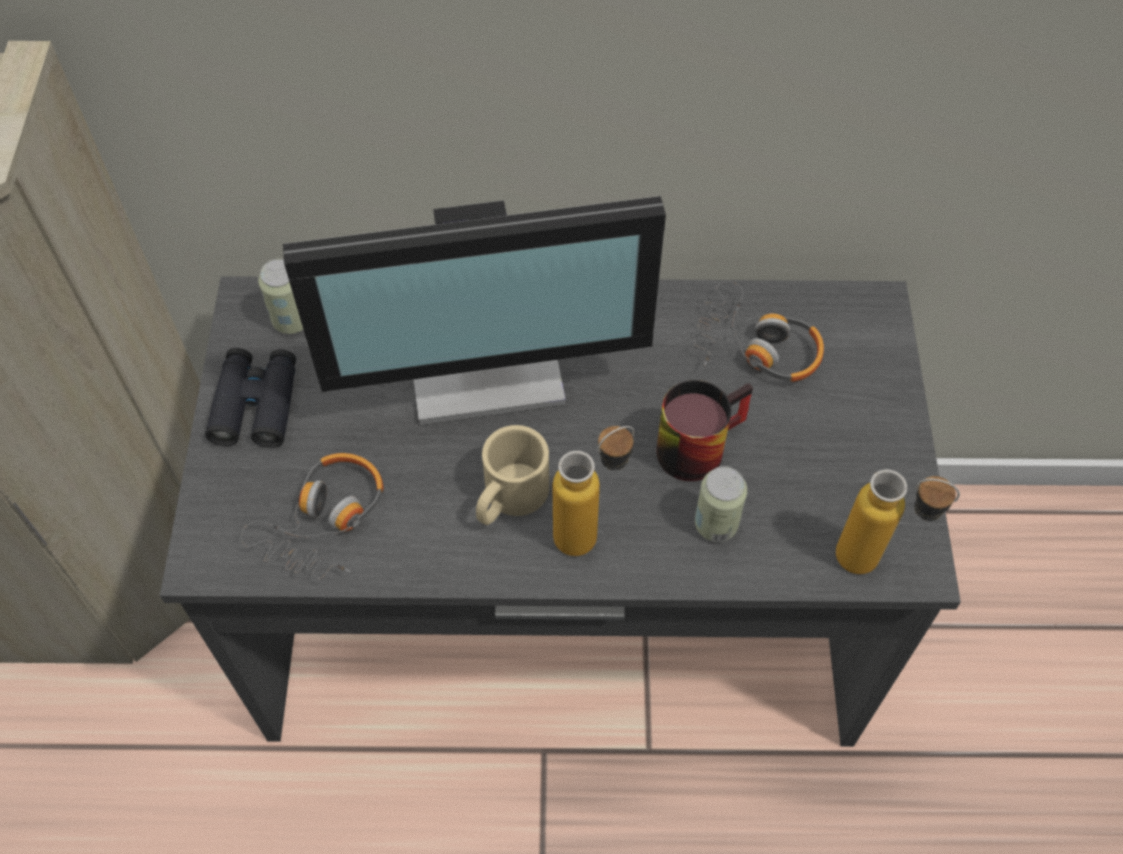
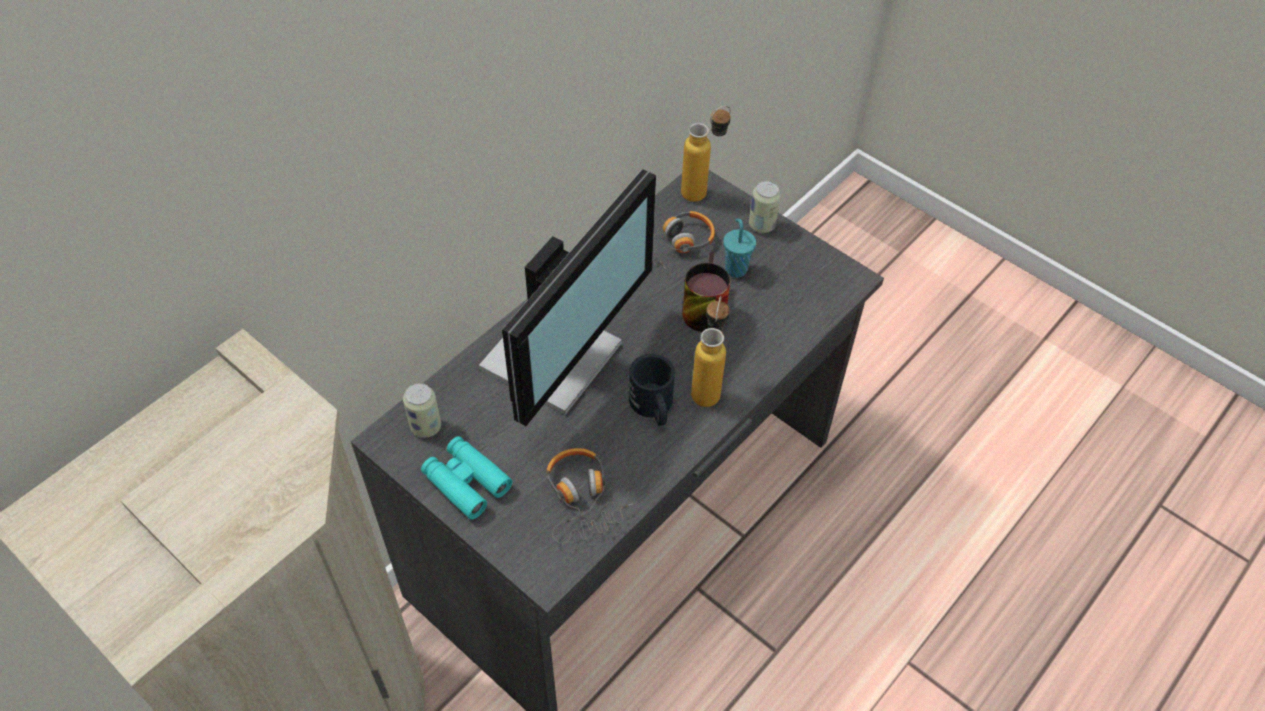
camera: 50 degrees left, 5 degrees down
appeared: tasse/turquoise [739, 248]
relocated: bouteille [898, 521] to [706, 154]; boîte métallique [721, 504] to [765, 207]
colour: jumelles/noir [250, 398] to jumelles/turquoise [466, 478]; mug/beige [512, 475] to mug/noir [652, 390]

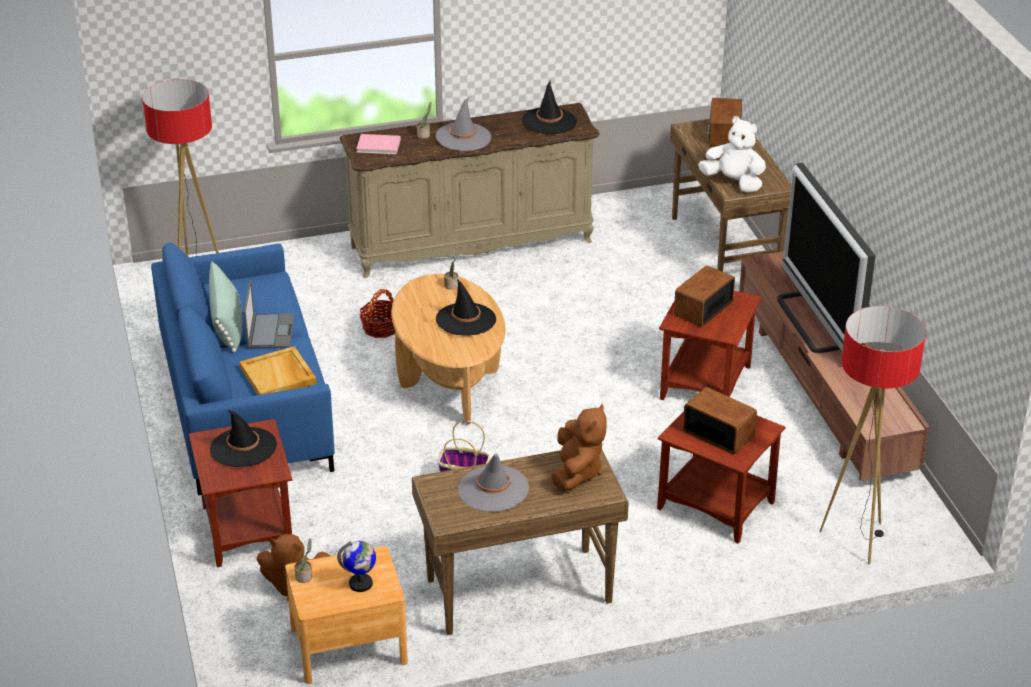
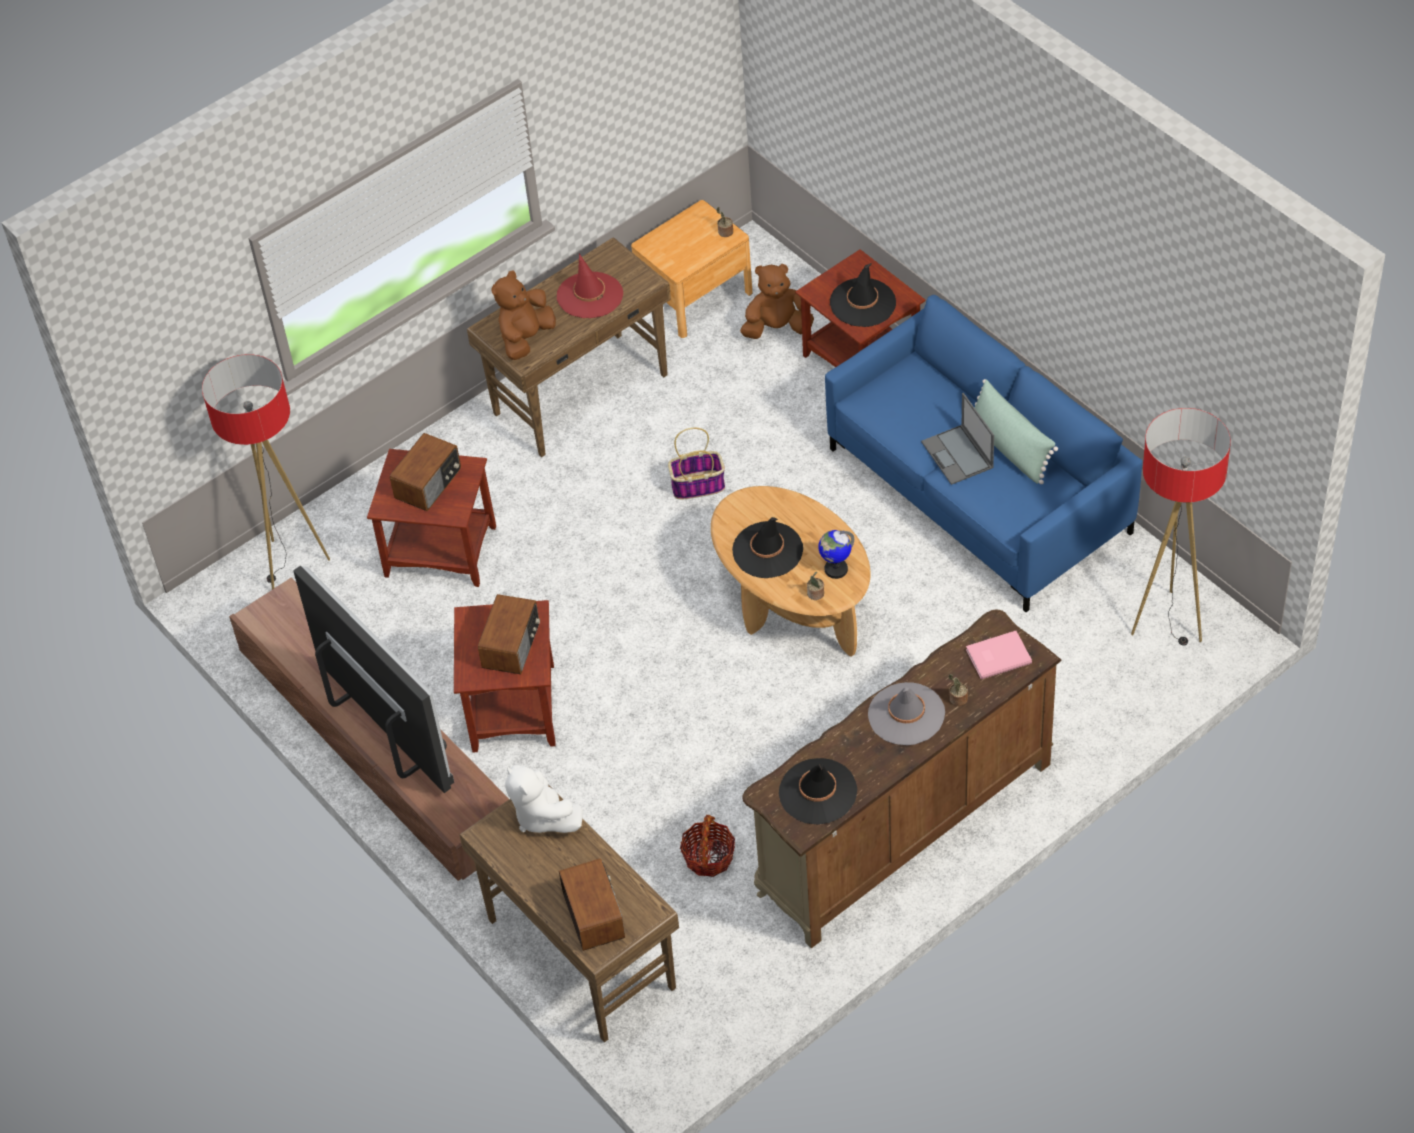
camera: 160 degrees right, 15 degrees up
missing: plateau/beige [278, 370]
relocated: panier [377, 313] to [707, 846]; globe [356, 566] to [836, 554]
colour: chapeau/gris [493, 483] to chapeau/rouge [590, 285]
spun: radio [720, 420] = [425, 472] 75 degrees counterclockwise; peluche/marron [579, 447] = [523, 315] 45 degrees clockwise; peluche/blanc [732, 154] = [544, 798] 45 degrees clockwise

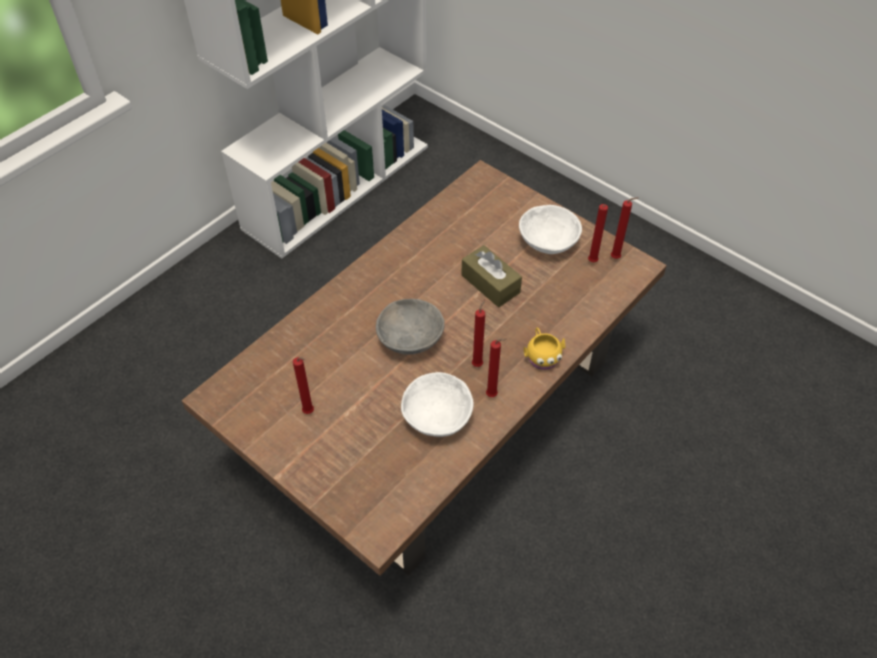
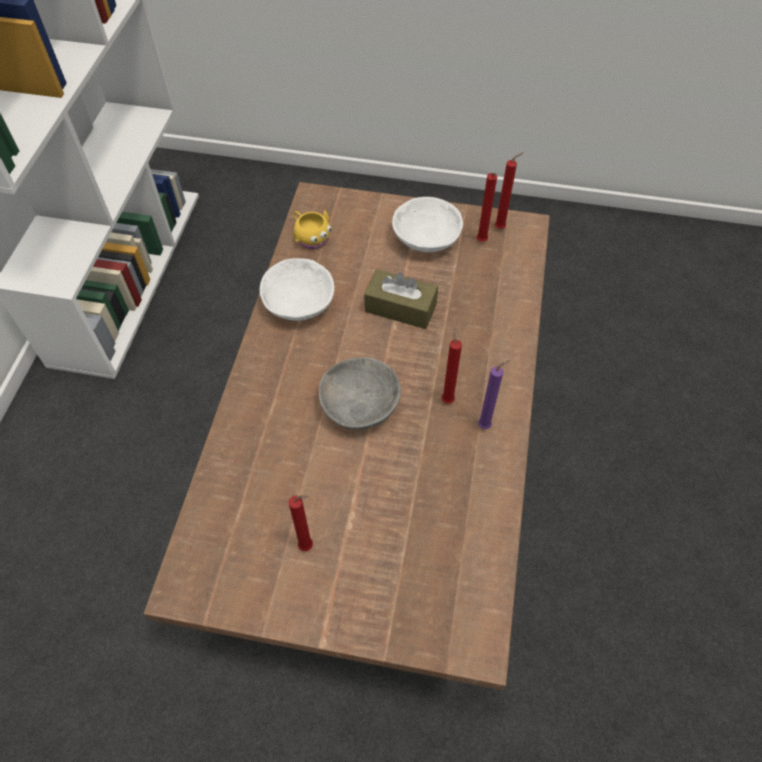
camera: 30 degrees left, 5 degrees up
relocated: bol/blanc [437, 404] to [297, 289]; mug/jaune [544, 349] to [312, 229]
colour: bougie/rouge [496, 367] to bougie/violet [494, 394]

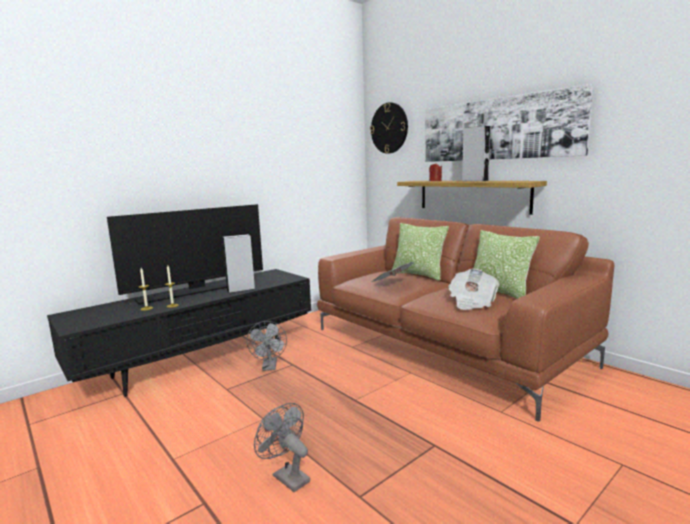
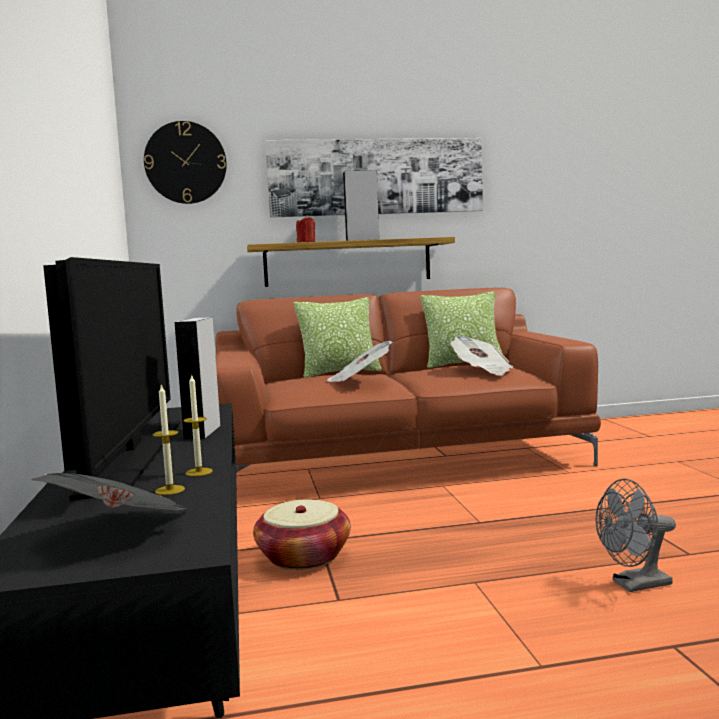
camera: 60 degrees left, 5 degrees down
appeared: journal [109, 491]
exchanged: ventilateur/gris [267, 346] to panier [302, 535]

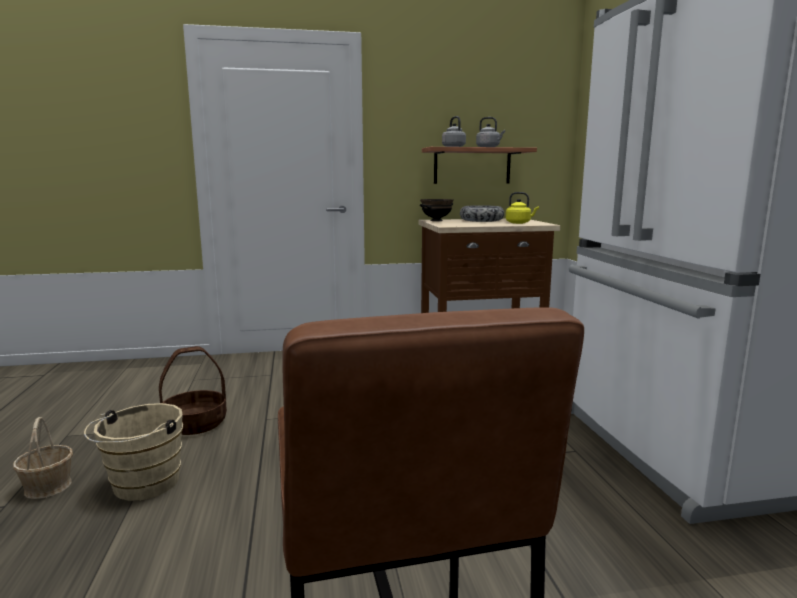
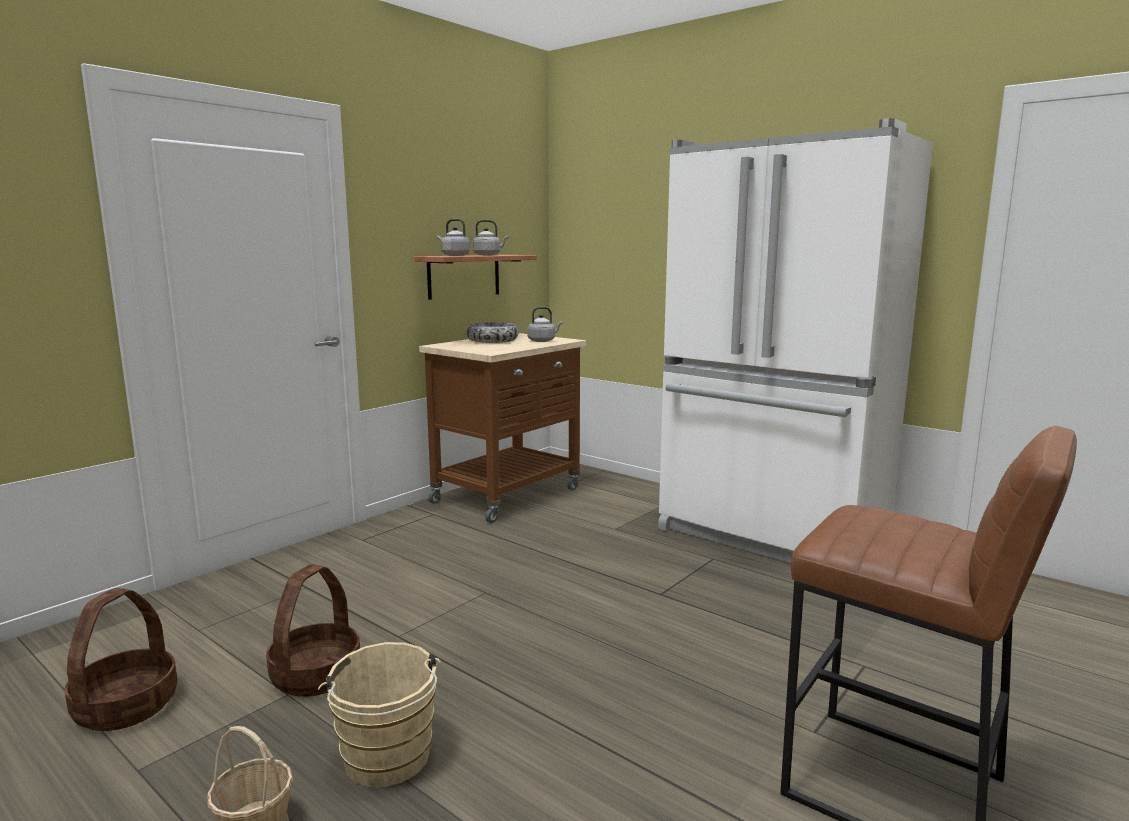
camera: 40 degrees left, 0 degrees up
missing: bol/noir [437, 210]
appeared: panier [121, 659]
colour: bouilloire/jaune [522, 208] to bouilloire/gris [544, 324]

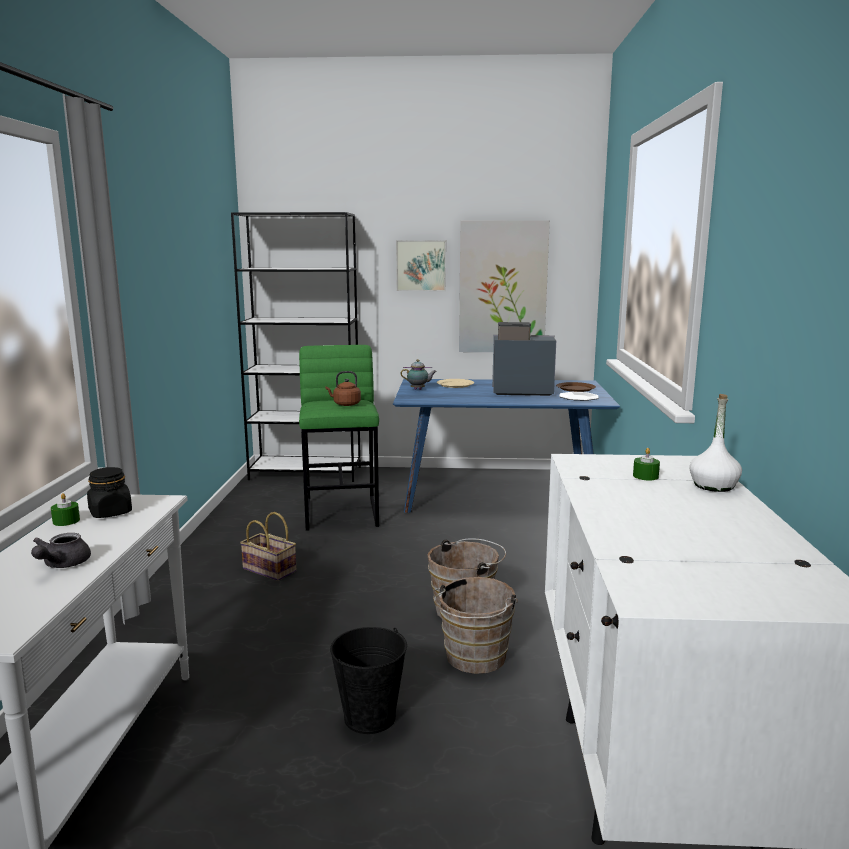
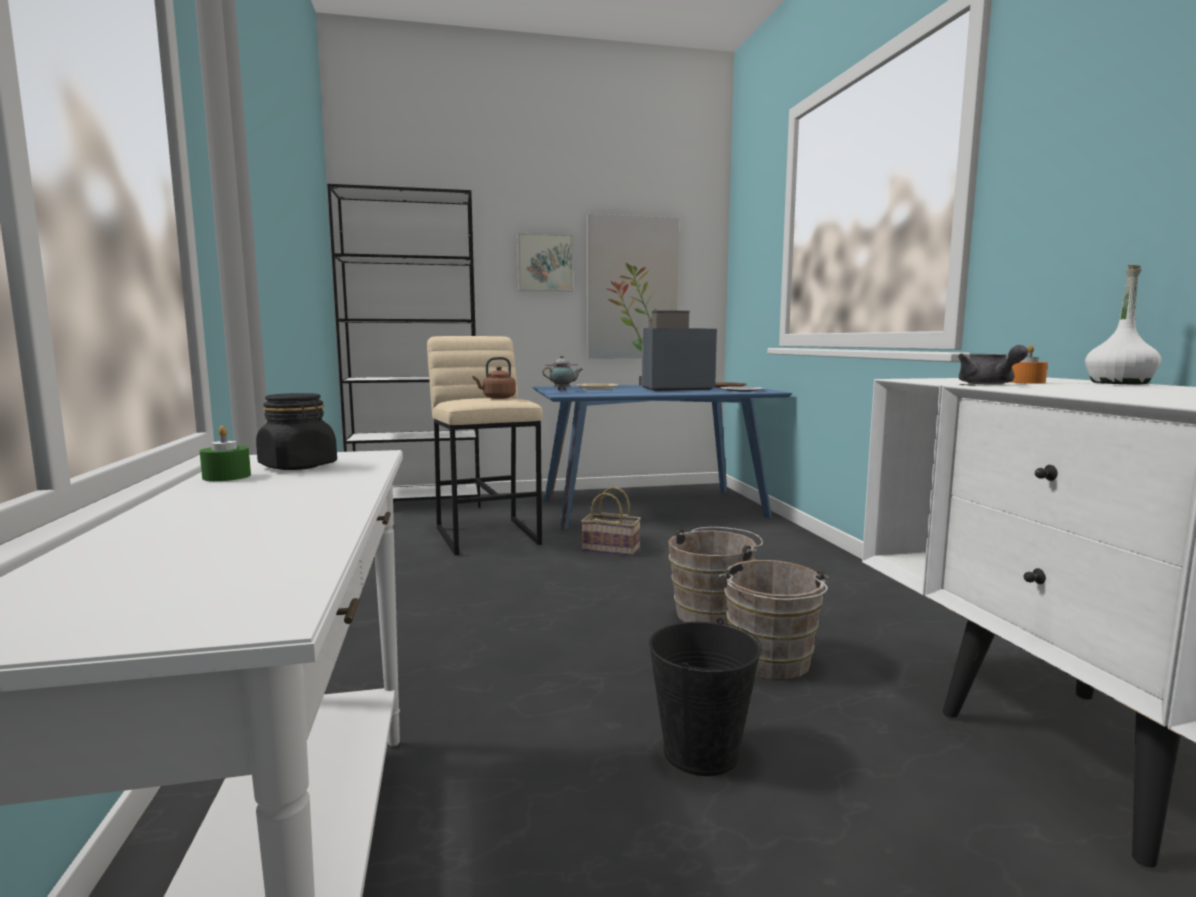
camera: 15 degrees left, 5 degrees down
relocated: panier [268, 546] to [611, 521]; théière/gris [61, 550] to [993, 365]
colour: tabouret/vert [339, 438] to tabouret/beige [485, 445]; bougie/vert [646, 464] to bougie/orange [1029, 364]

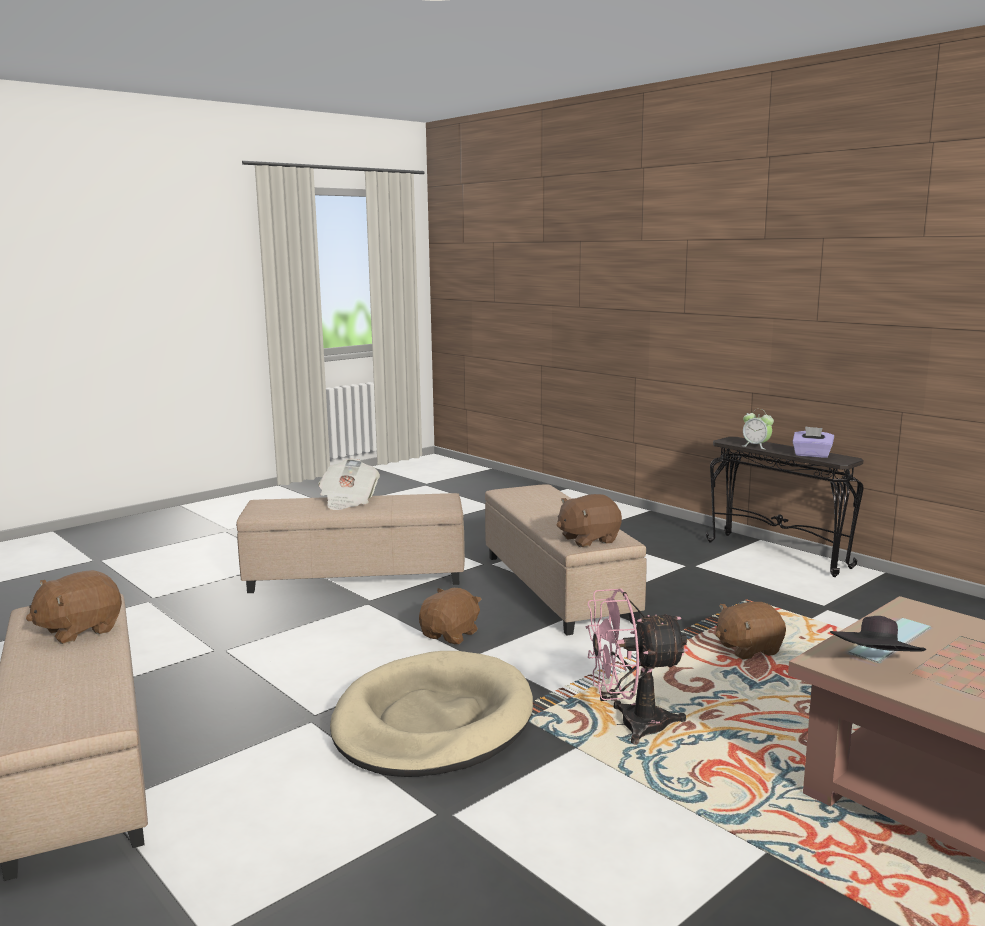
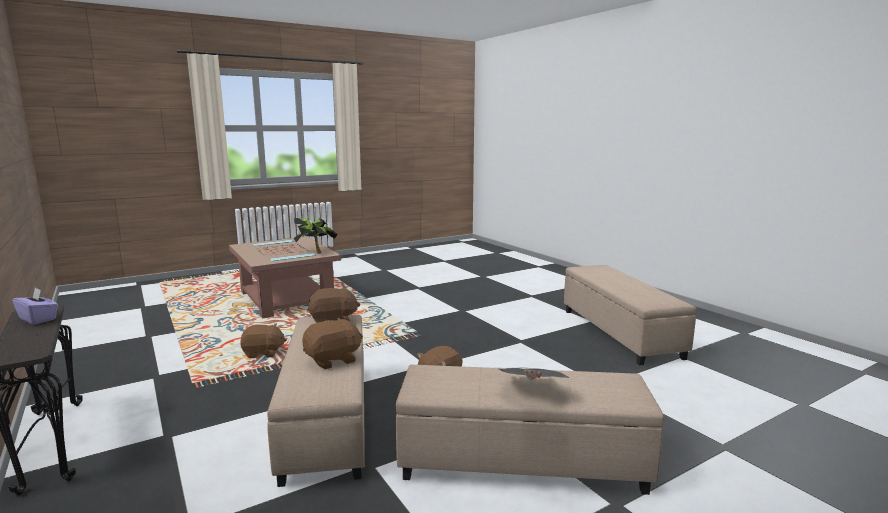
camera: 170 degrees left, 0 degrees up
missing: panier pour chien/beige [431, 714]; ventilateur/rose [637, 667]; réveil [758, 429]
relocated: peluche/marron [74, 607] to [332, 343]
exchanged: chapeau/noir [878, 634] to plante en pot [316, 236]

